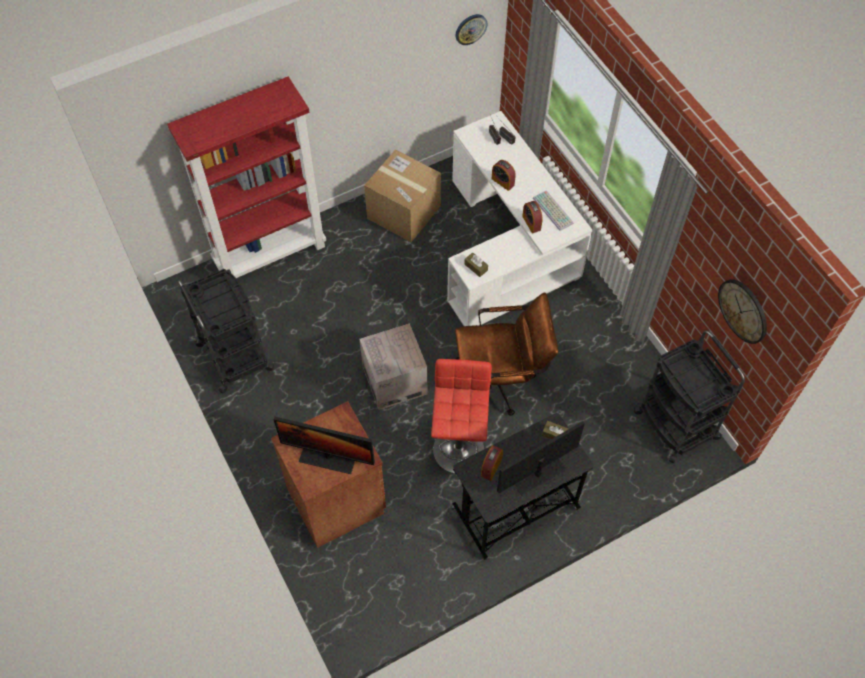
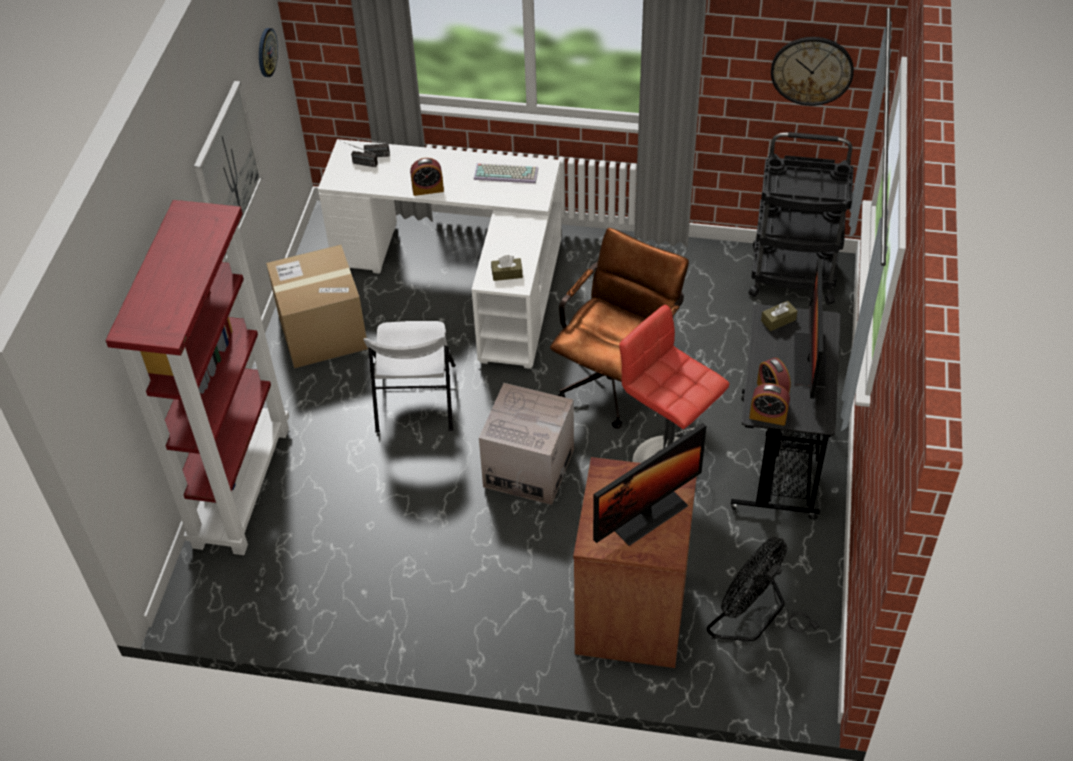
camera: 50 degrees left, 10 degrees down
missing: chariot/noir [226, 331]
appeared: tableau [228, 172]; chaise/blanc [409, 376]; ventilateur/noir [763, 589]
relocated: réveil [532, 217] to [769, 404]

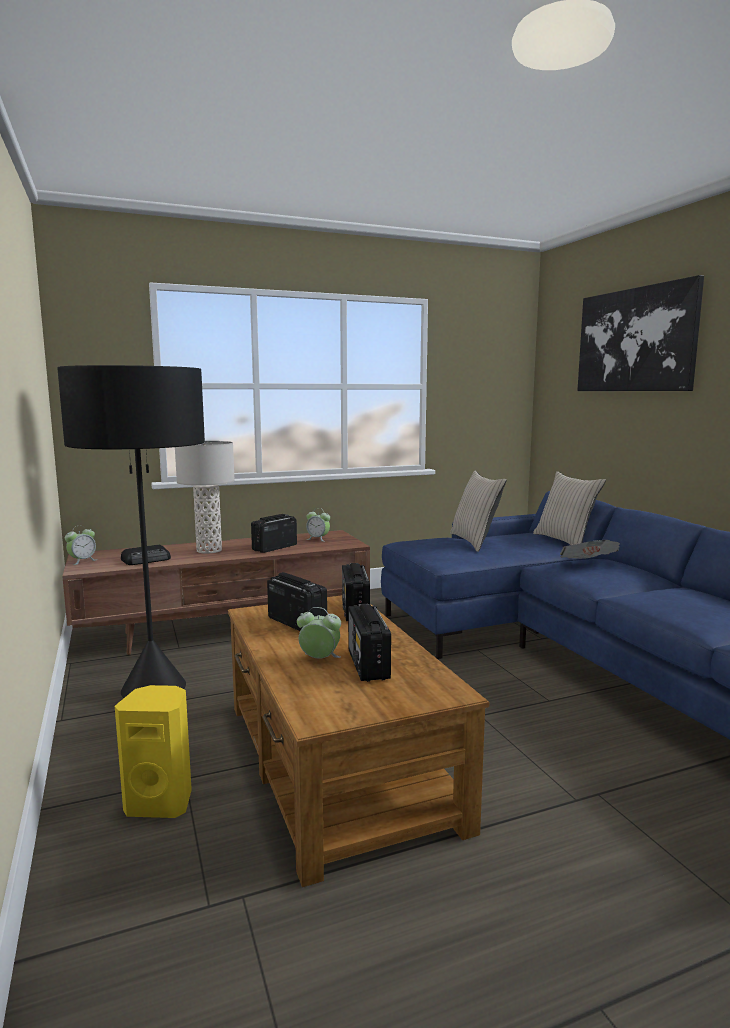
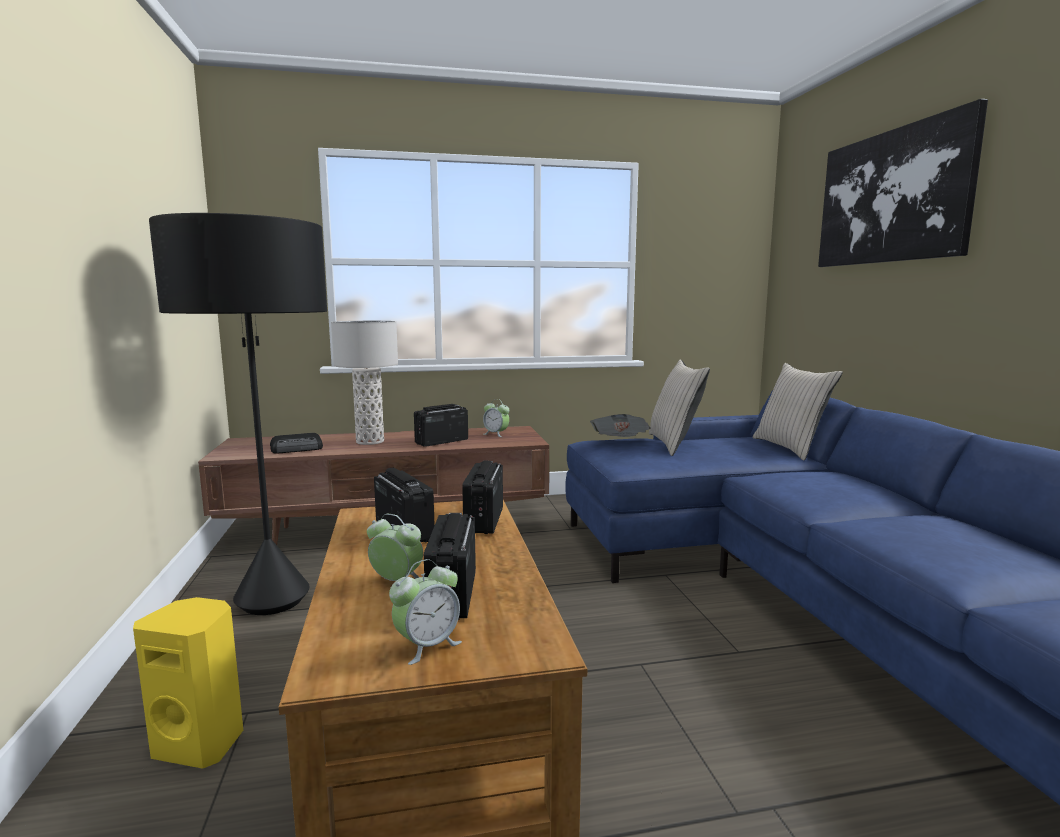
camera: 10 degrees right, 0 degrees up
relocated: réveil [80, 545] to [425, 612]; journal [590, 549] to [620, 425]

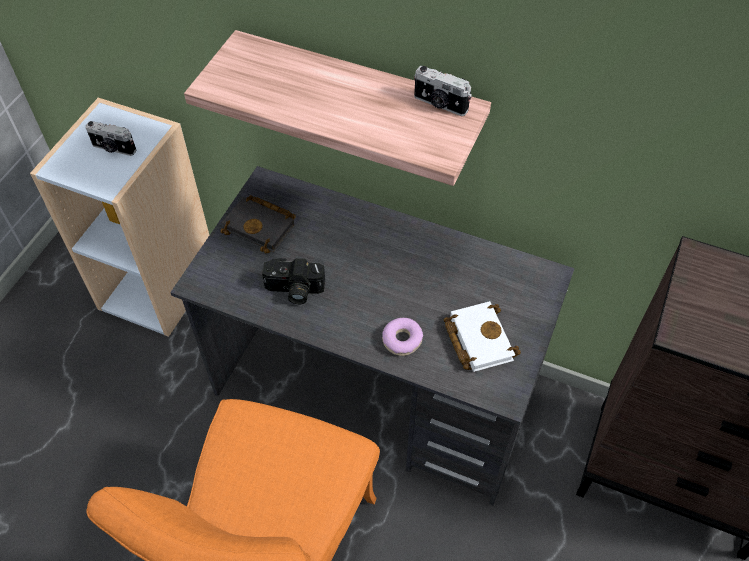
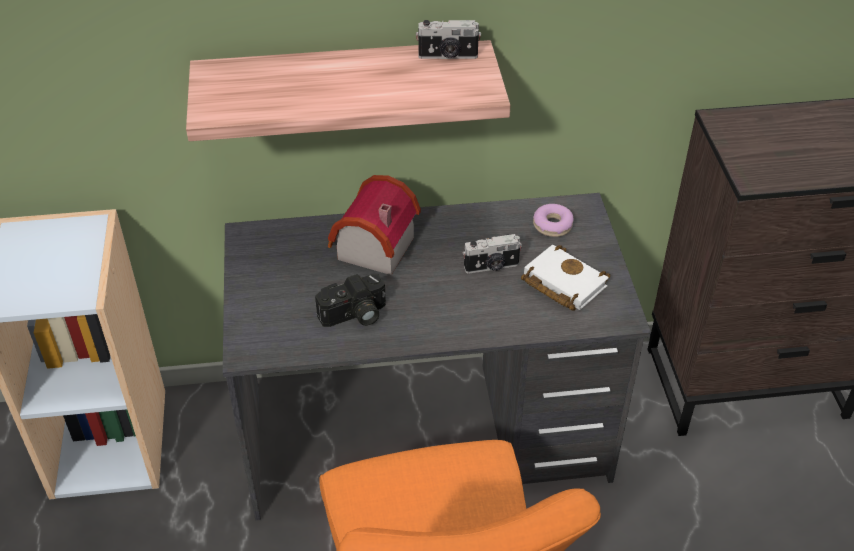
camera: 30 degrees left, 10 degrees down
missing: livre/noir [258, 224]
appeared: maison miniature [374, 225]
relocated: appareil photo [111, 138] to [492, 254]; beignet [402, 337] to [553, 220]

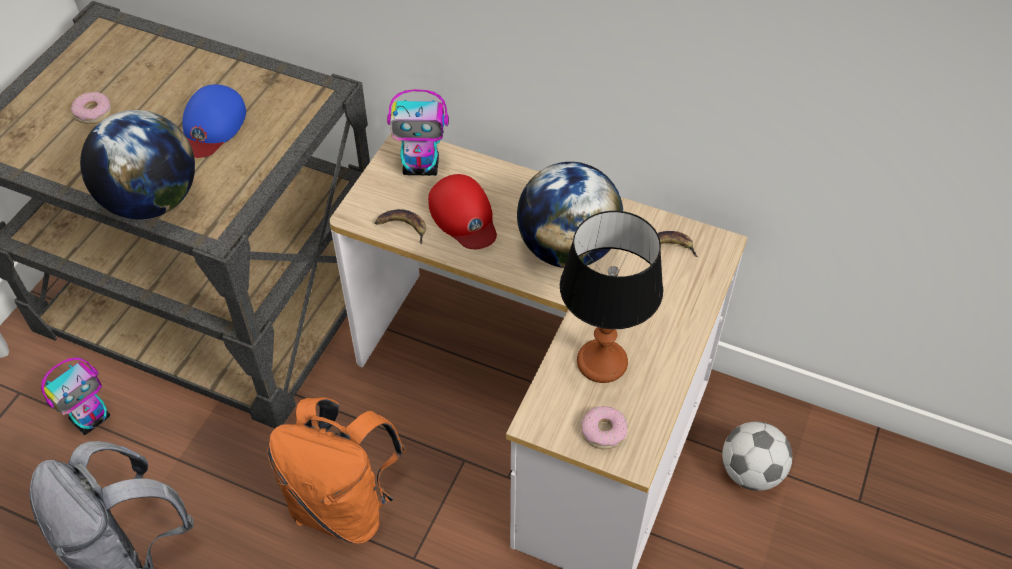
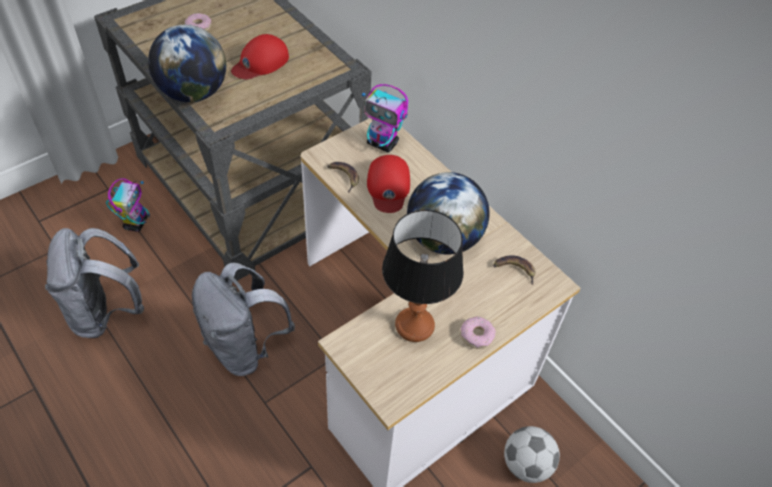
camera: 25 degrees right, 0 degrees up
relocated: beignet [604, 427] to [478, 333]
colour: sac à dos/orange [337, 470] to sac à dos/gris [243, 319]; casquette/bleu [214, 121] to casquette/rouge [260, 56]
spun: robot jouet [75, 396] = [128, 205] 60 degrees counterclockwise

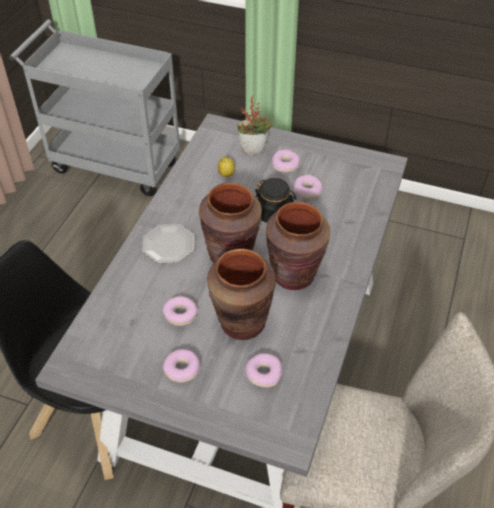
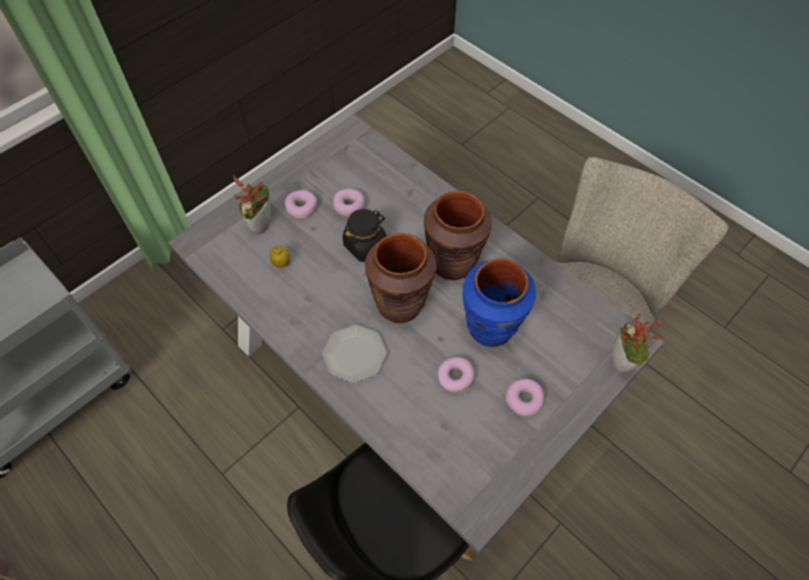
camera: 65 degrees left, 10 degrees up
missing: beignet [263, 370]
appeared: plante en pot [637, 343]
colour: vase/marron [241, 294] to vase/bleu [499, 302]

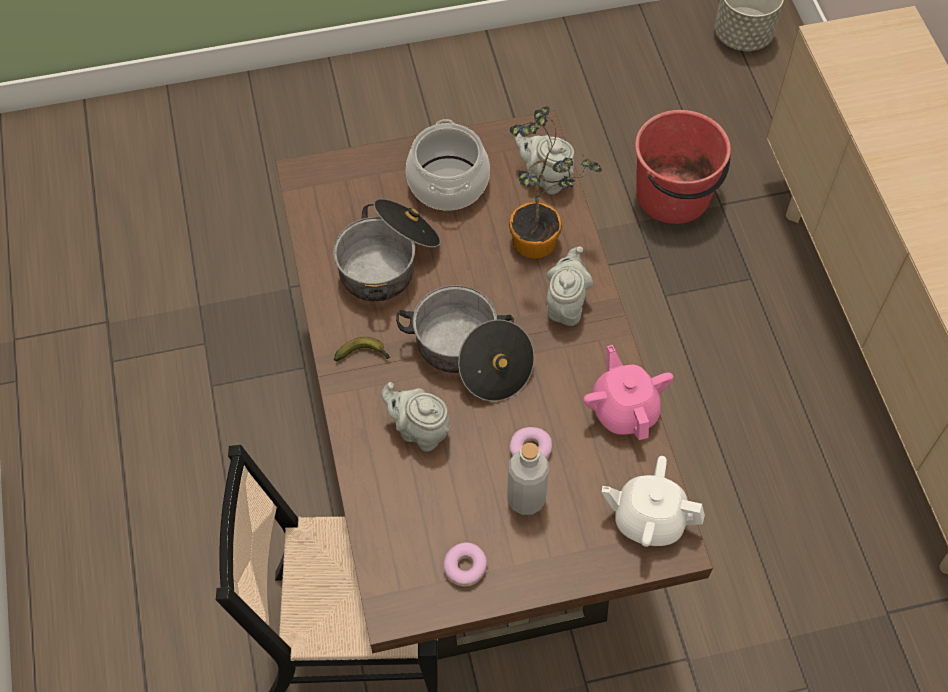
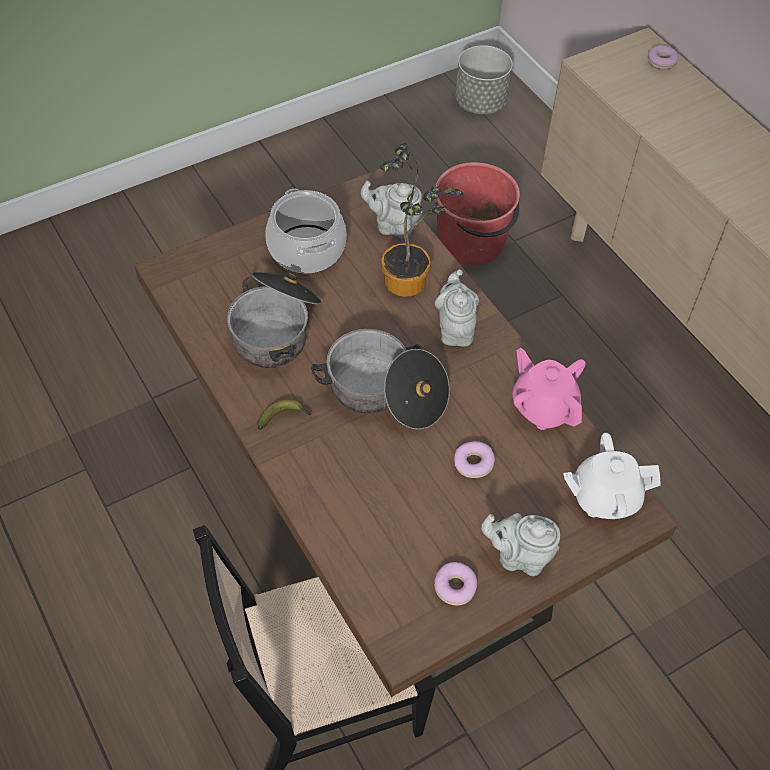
camera: 20 degrees left, 5 degrees down
missing: bouteille/gris [528, 479]
appeared: beignet [663, 57]
relocated: théière/gris [415, 417] to [520, 544]

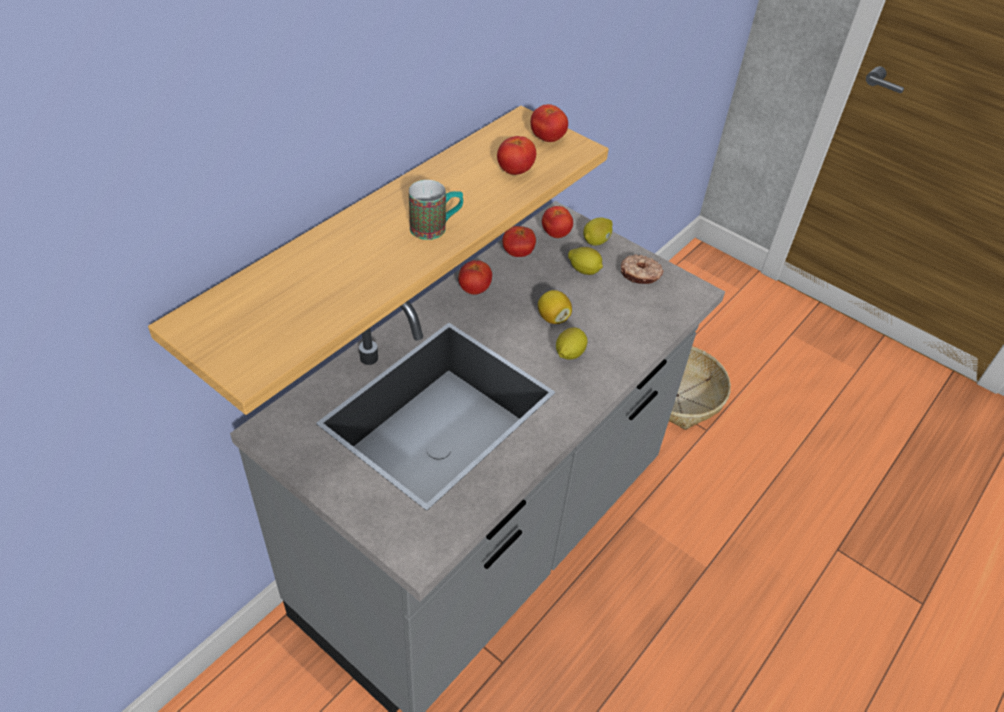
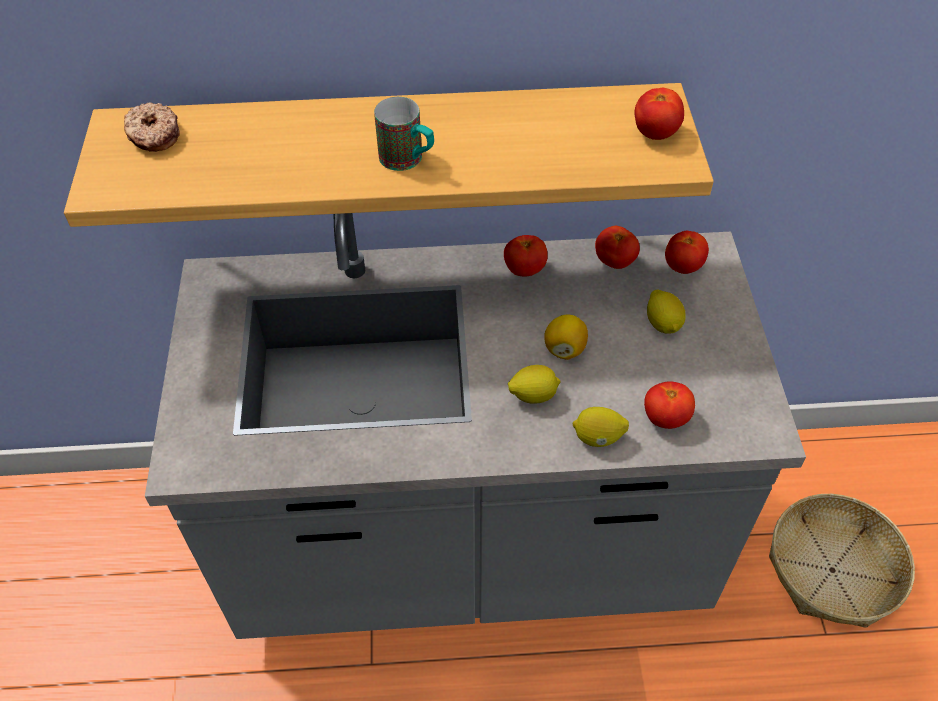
camera: 50 degrees right, 5 degrees up
relocated: beignet [642, 269] to [152, 127]; citron [598, 231] to [600, 427]; tomate [516, 155] to [669, 405]

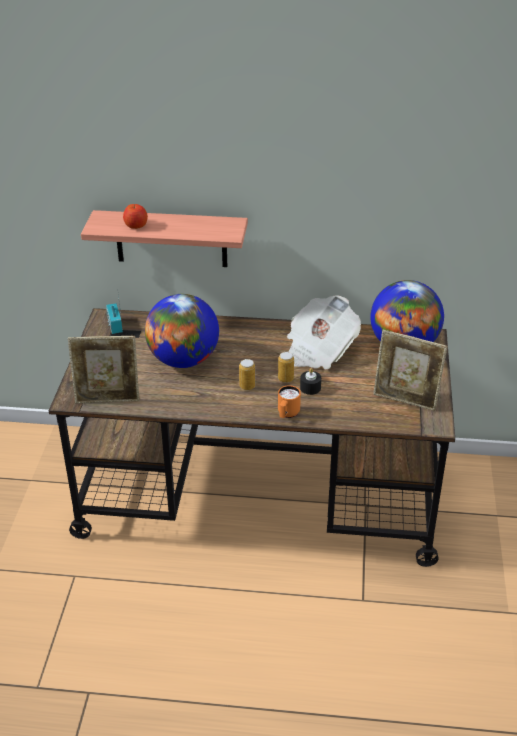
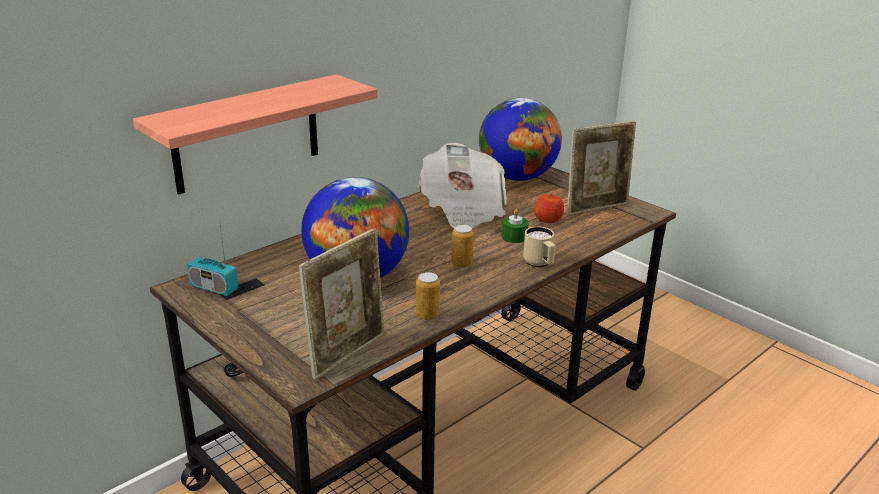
camera: 50 degrees left, 10 degrees down
relocated: boîte métallique [286, 367] to [428, 296]; pomme [135, 216] to [549, 208]
colour: bougie/noir [310, 381] to bougie/vert [515, 226]; mug/orange [289, 401] to mug/beige [539, 247]

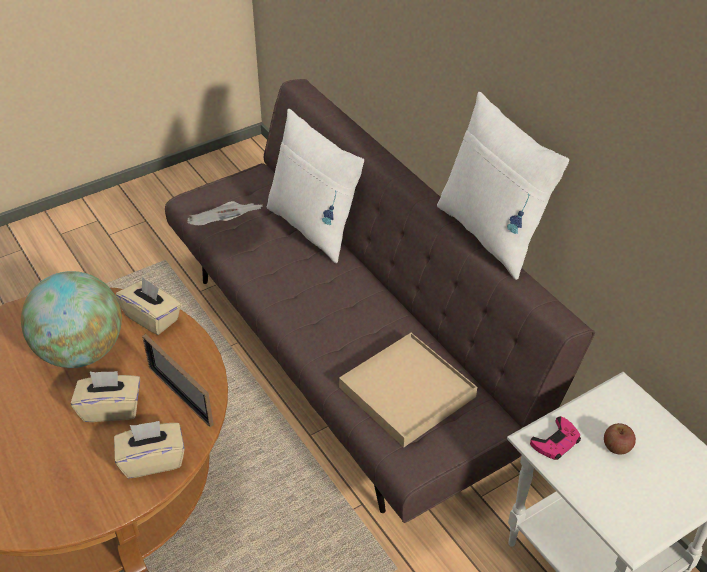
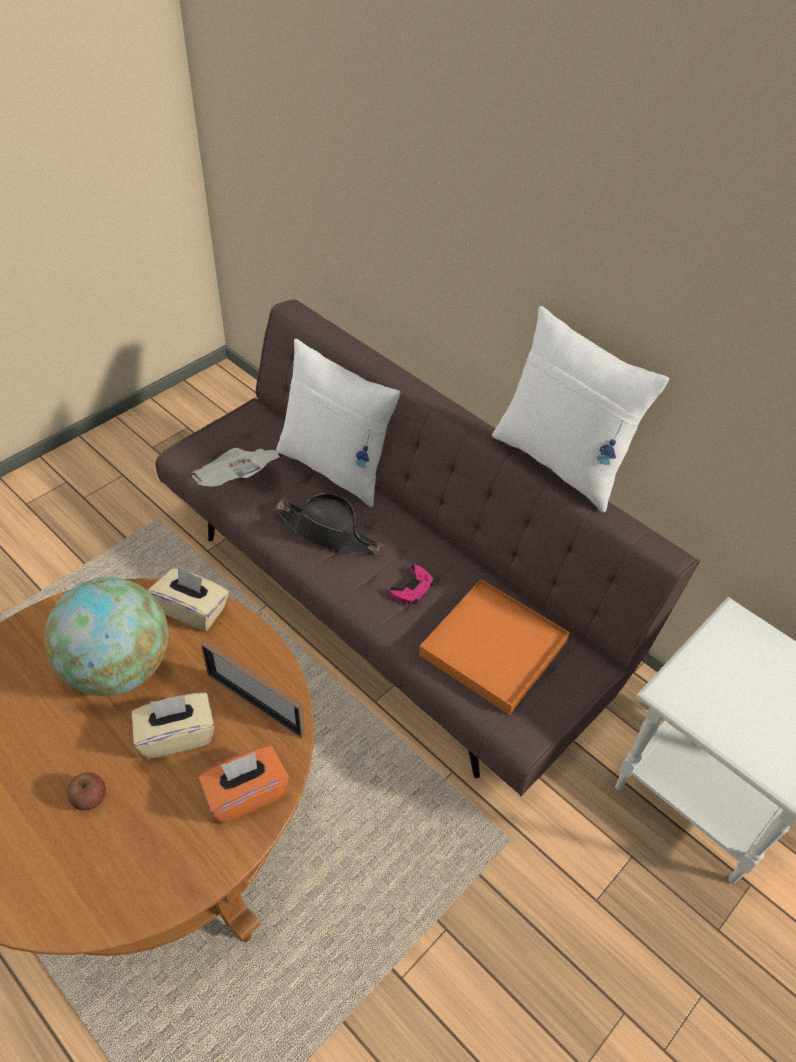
camera: 15 degrees left, 5 degrees up
appeared: chapeau/noir [328, 524]
relocated: pomme [620, 439] to [86, 791]; manette/rose [555, 438] to [411, 584]
colour: boîte à mouchoirs/beige [149, 449] to boîte à mouchoirs/orange [244, 784]; plateau/beige [408, 390] to plateau/orange [494, 647]

